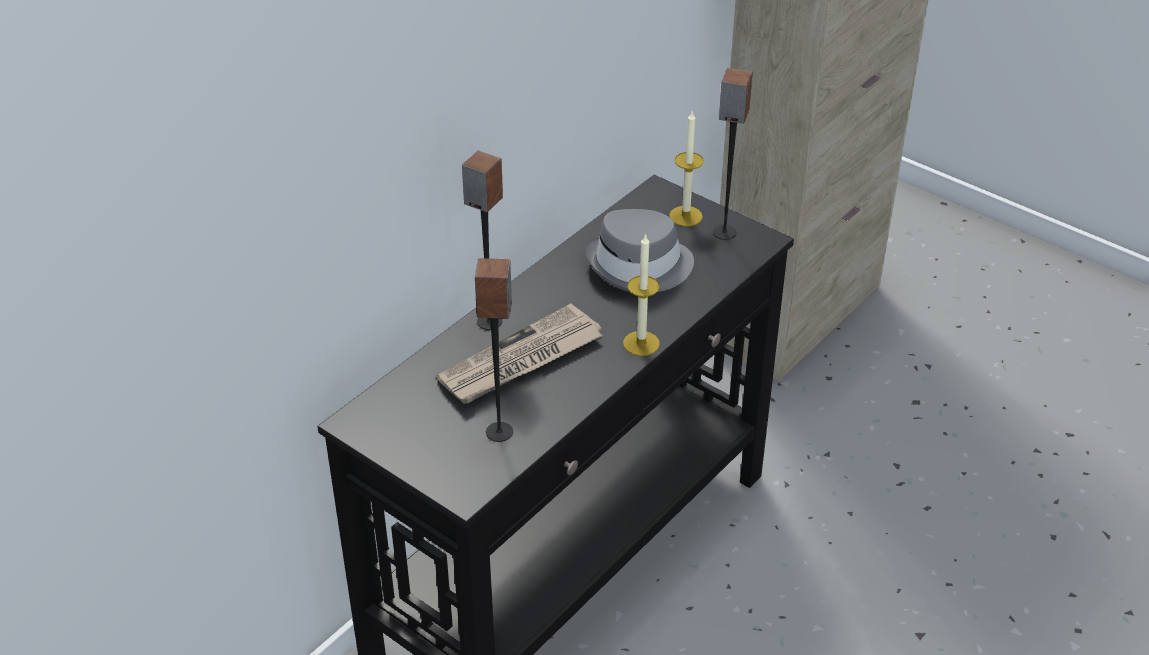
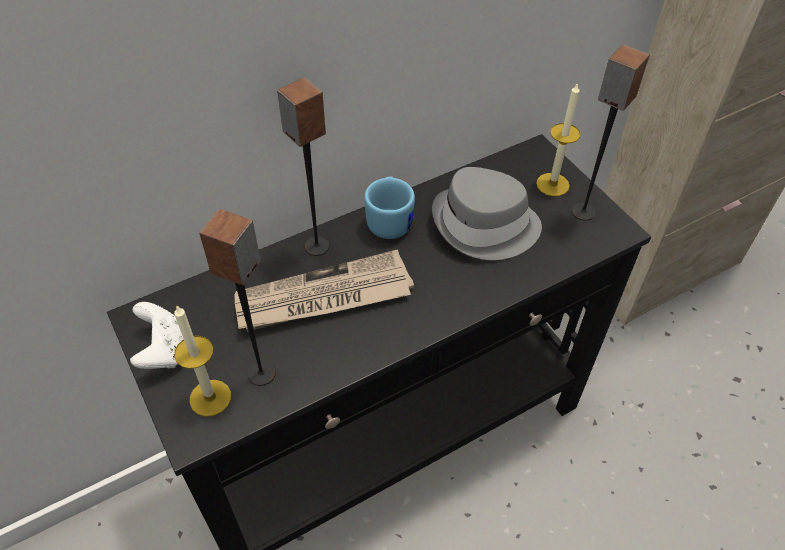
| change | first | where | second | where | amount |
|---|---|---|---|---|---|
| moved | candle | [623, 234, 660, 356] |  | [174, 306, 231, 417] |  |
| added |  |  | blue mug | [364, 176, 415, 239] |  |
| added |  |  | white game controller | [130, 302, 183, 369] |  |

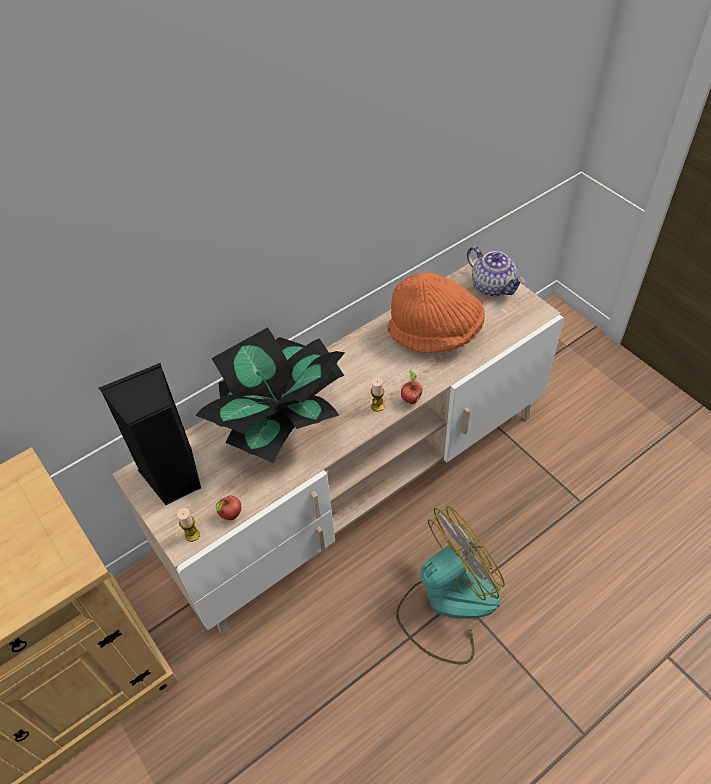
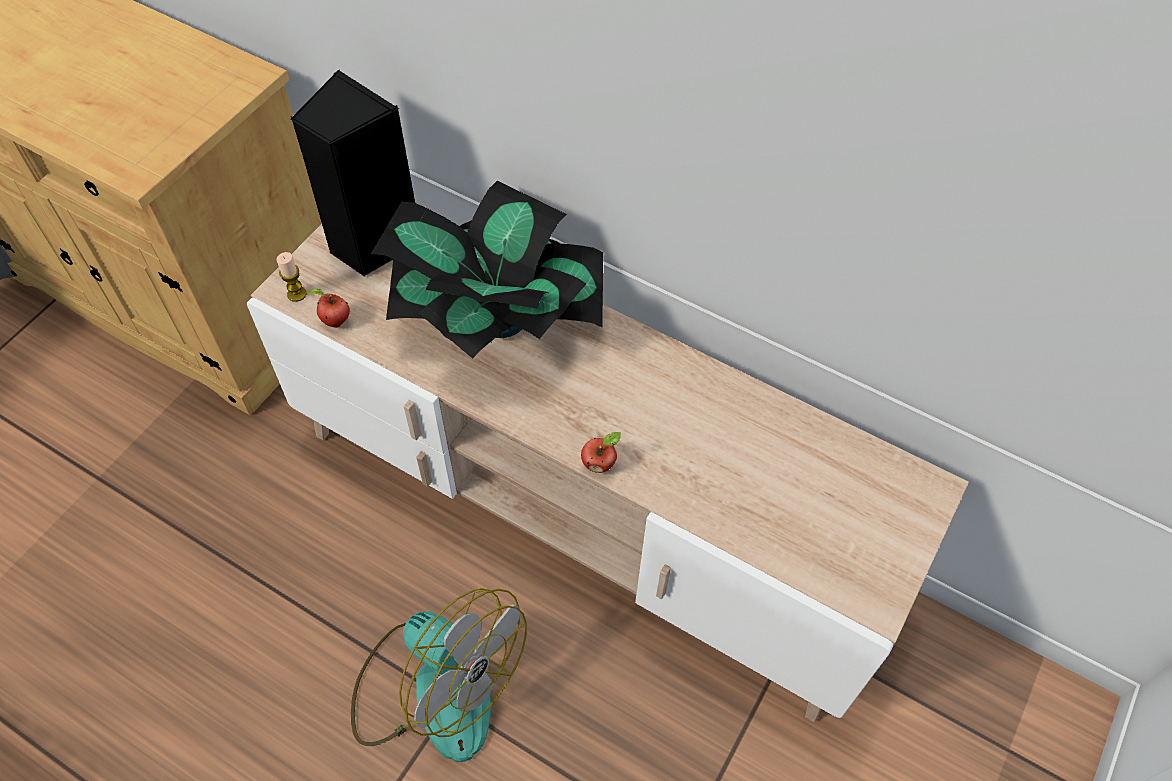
| change | first | where | second | where | amount |
|---|---|---|---|---|---|
| removed | teapot | [467, 246, 525, 297] |  |  |  |
| removed | orange hat | [388, 273, 485, 353] |  |  |  |
| removed | candle | [371, 378, 384, 412] |  |  |  |

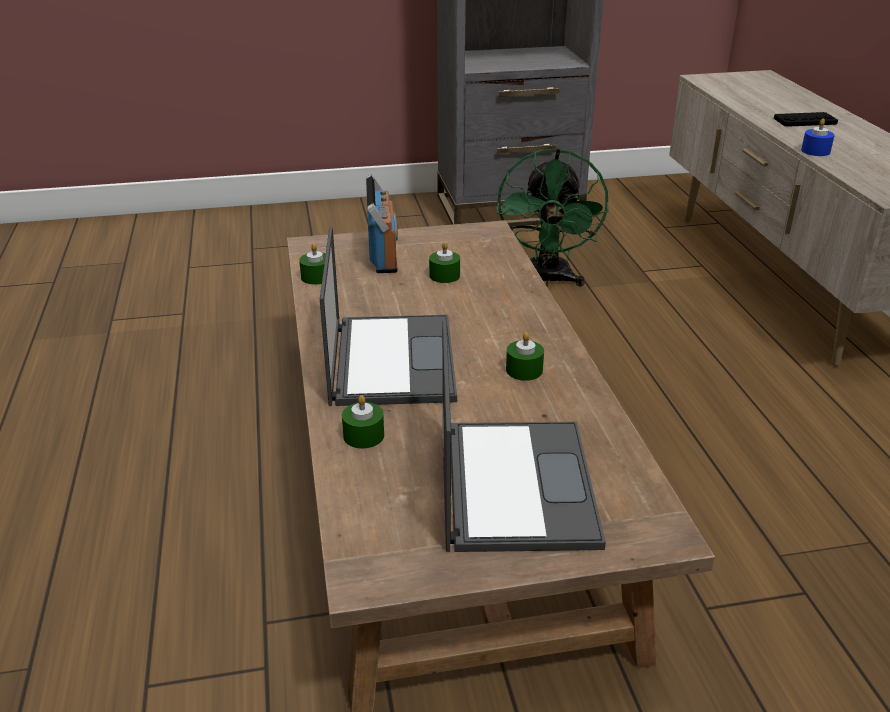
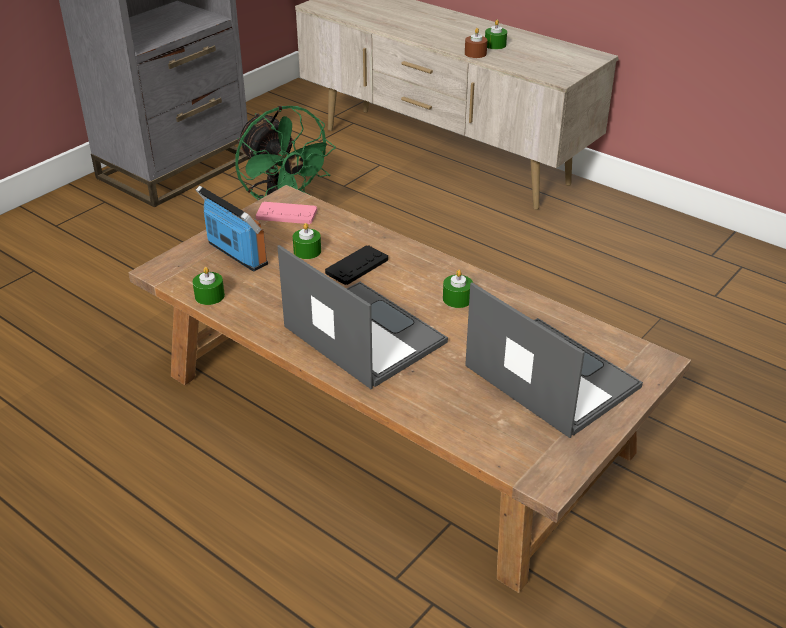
| change | first | where | second | where | amount |
|---|---|---|---|---|---|
| moved | black game controller | [774, 112, 838, 127] |  | [325, 245, 388, 285] |  |
| recoloured | blue candle | [801, 119, 835, 156] | brown candle | [465, 28, 487, 58] |  |
| moved | green candle | [342, 395, 384, 449] |  | [485, 20, 507, 49] |  |
| added |  |  | pink game controller | [256, 202, 317, 224] |  |

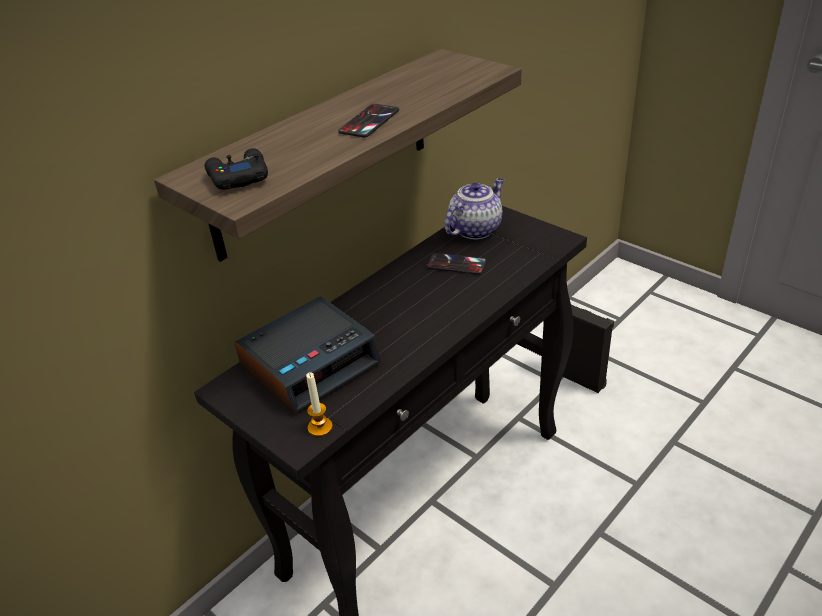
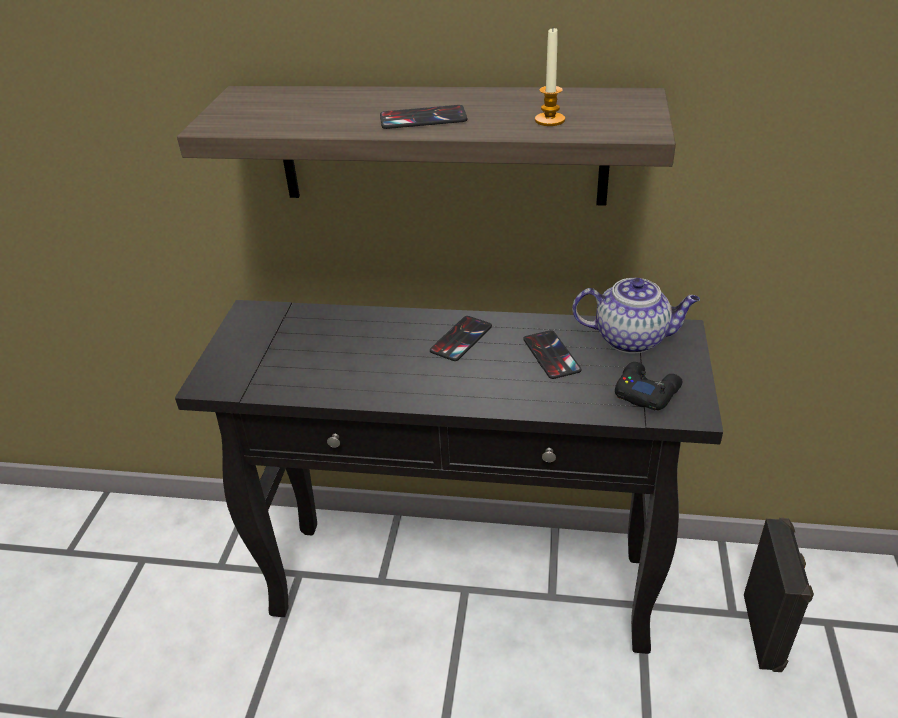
| change | first | where | second | where | amount |
|---|---|---|---|---|---|
| moved | black game controller | [205, 148, 268, 190] |  | [615, 362, 682, 410] |  |
| removed | alarm clock | [235, 296, 381, 414] |  |  |  |
| moved | candle | [306, 372, 333, 437] |  | [535, 28, 565, 126] |  |
| added |  |  | phone | [430, 316, 492, 361] |  |

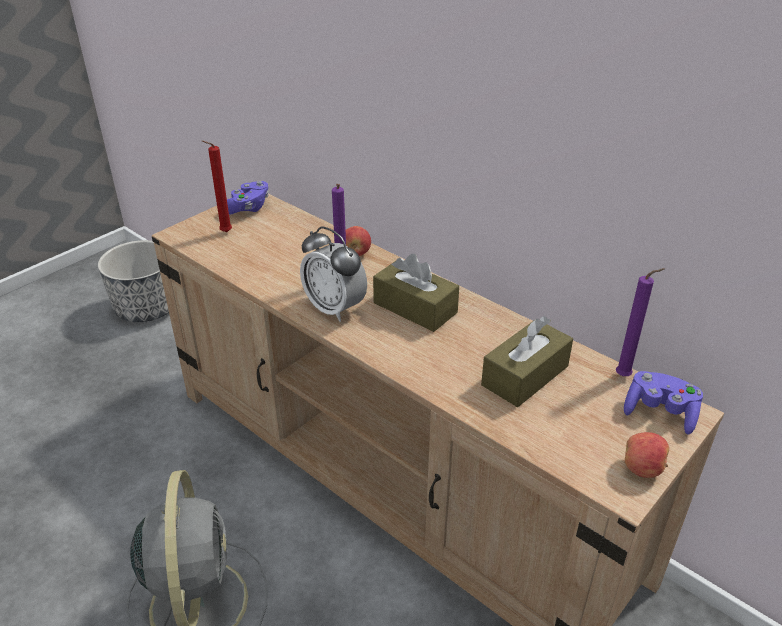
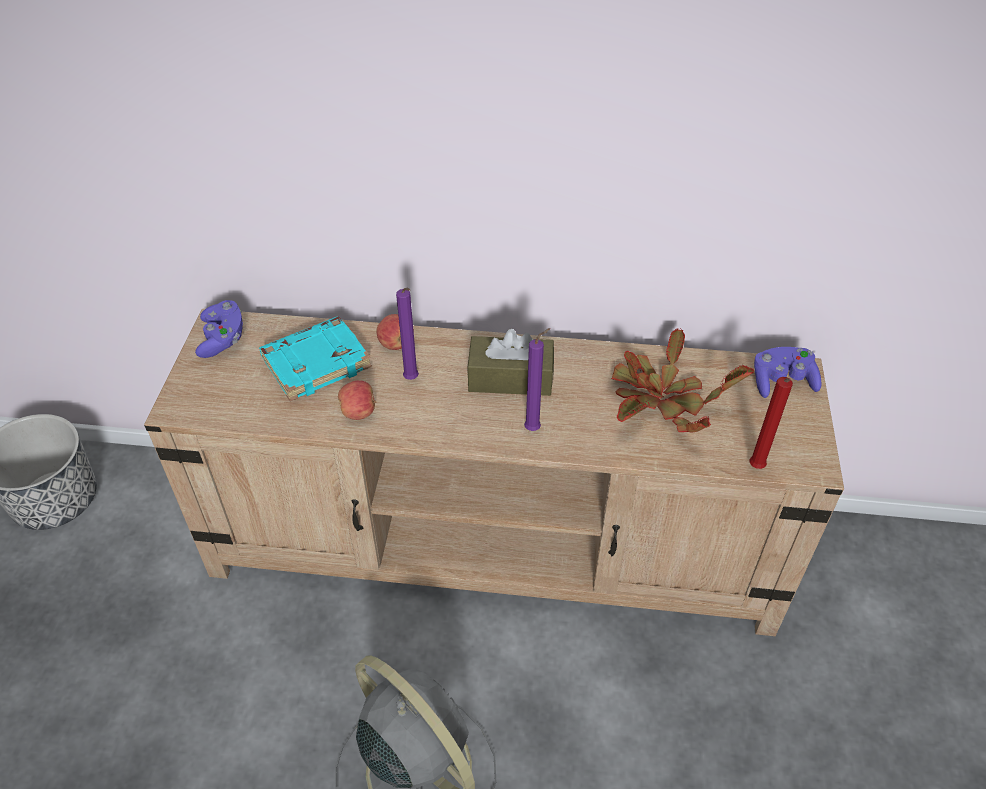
| change | first | where | second | where | amount |
|---|---|---|---|---|---|
| moved | red candle | [202, 141, 232, 232] |  | [749, 377, 793, 469] |  |
| removed | alarm clock | [300, 226, 367, 322] |  |  |  |
| moved | purple candle | [616, 268, 665, 376] |  | [524, 328, 550, 431] |  |
| replaced | brown tissue box | [481, 316, 573, 407] | potted plant | [612, 328, 754, 432] |  |
| moved | apple | [625, 432, 669, 478] |  | [338, 380, 376, 420] |  |
| added |  |  | turquoise book | [259, 316, 372, 401] |  |

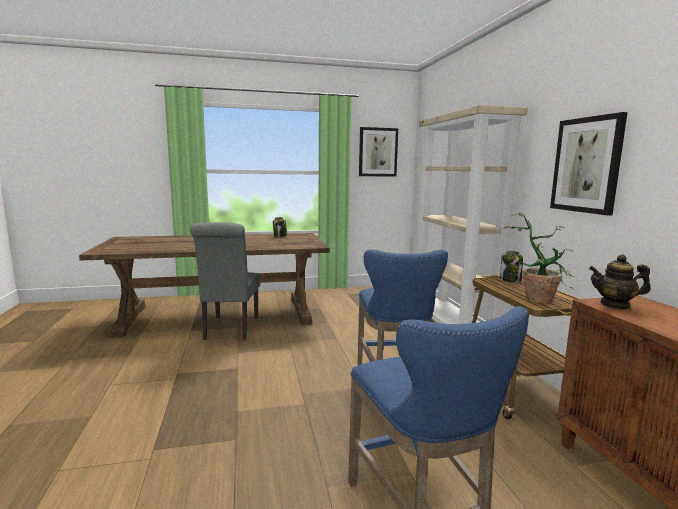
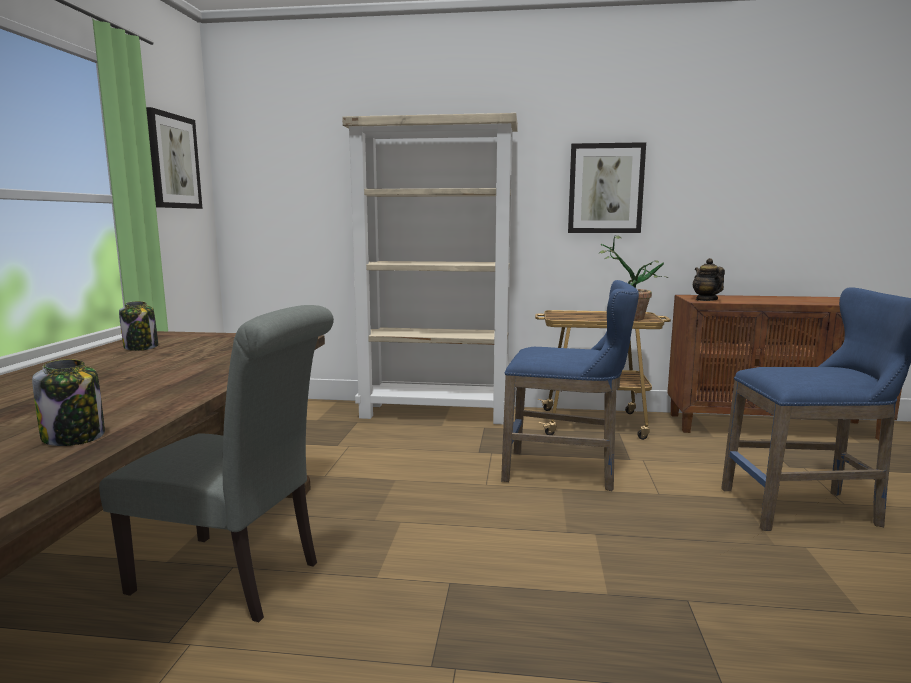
| change | first | where | second | where | amount |
|---|---|---|---|---|---|
| moved | jar | [500, 251, 523, 283] |  | [32, 359, 105, 446] |  |
| turned | teapot | [589, 254, 651, 309] |  | [693, 258, 725, 301] | 135 degrees clockwise |

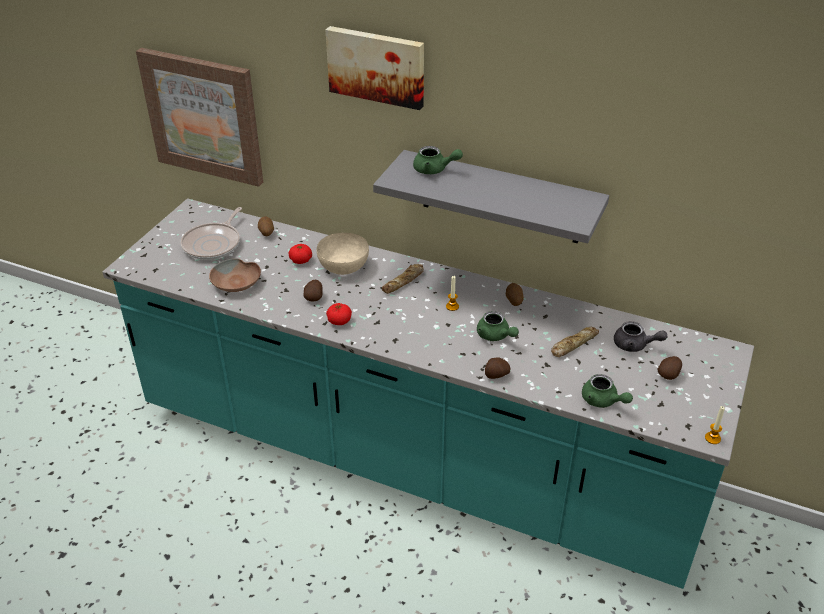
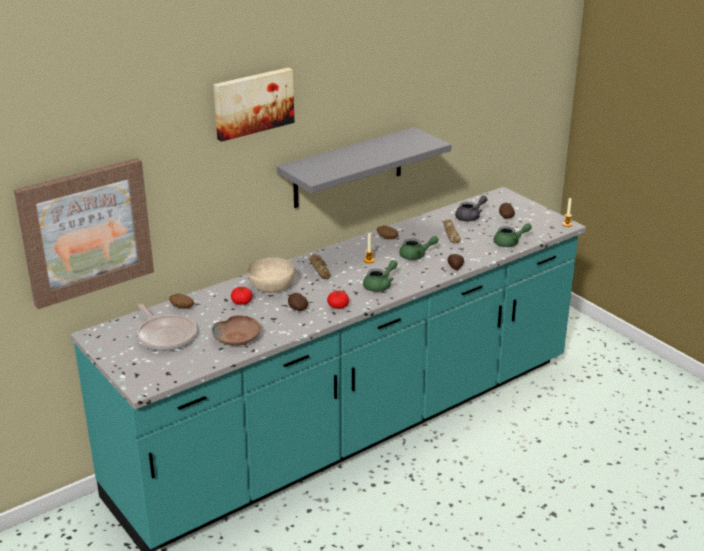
| change | first | where | second | where | amount |
|---|---|---|---|---|---|
| moved | green teapot | [413, 146, 463, 174] |  | [363, 260, 398, 292] |  |

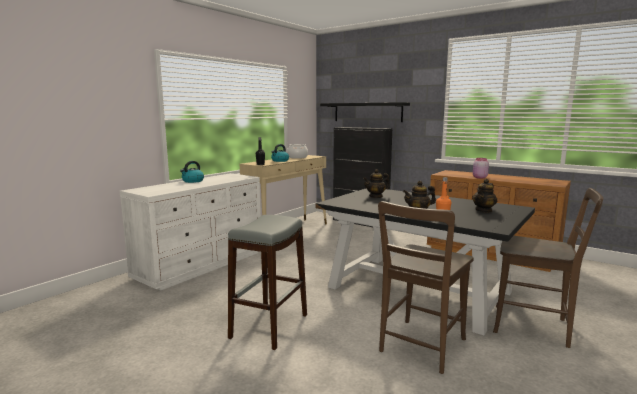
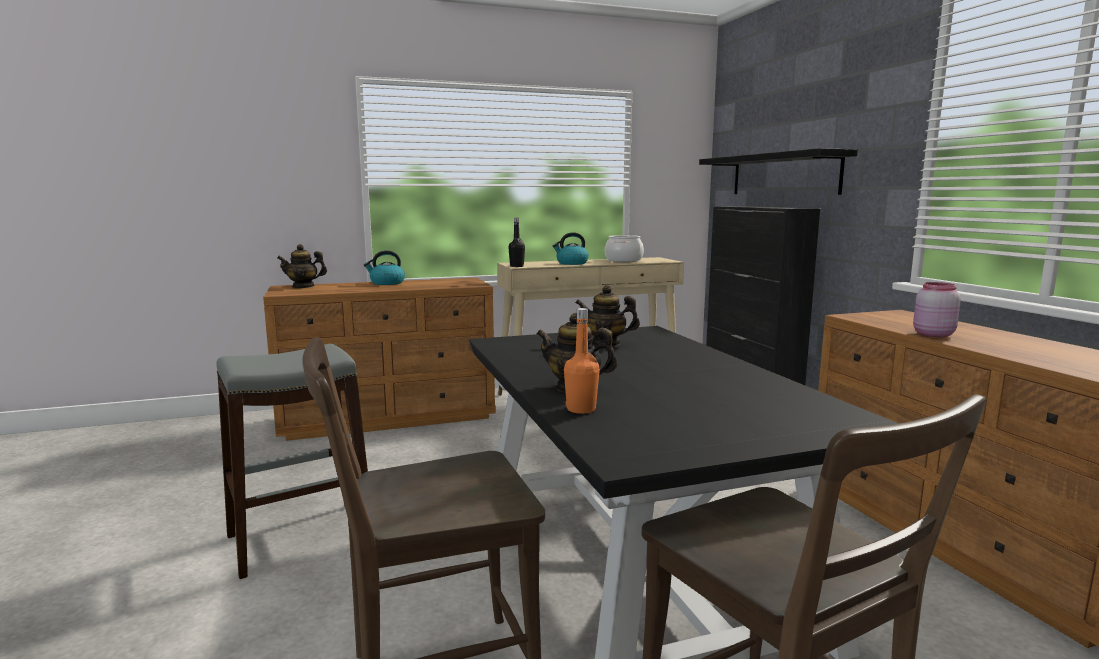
| change | first | where | second | where | amount |
|---|---|---|---|---|---|
| recoloured | white dresser | [120, 173, 261, 291] | brown dresser | [263, 278, 496, 441] |  |
| moved | teapot | [472, 179, 497, 213] |  | [277, 244, 327, 288] |  |

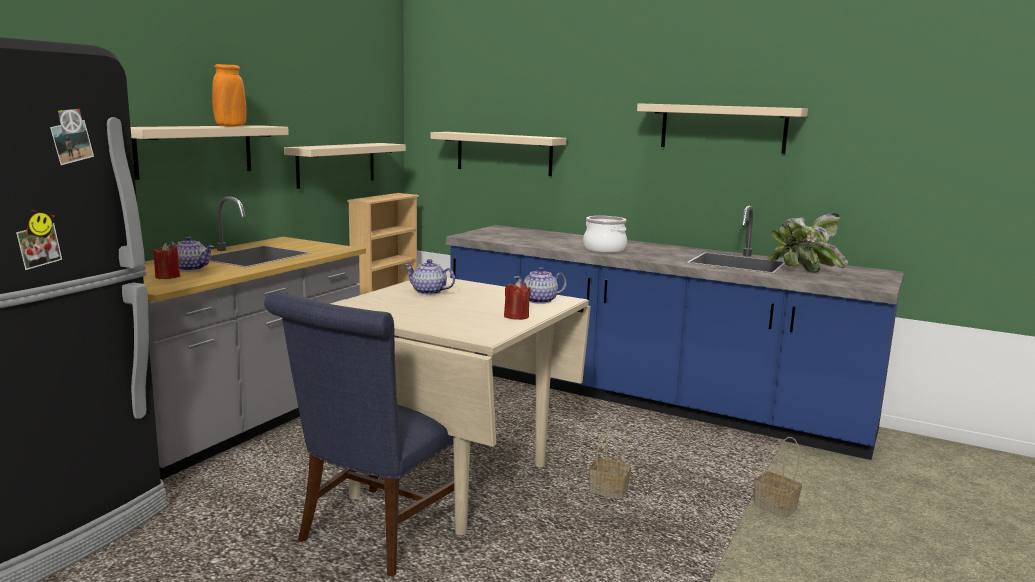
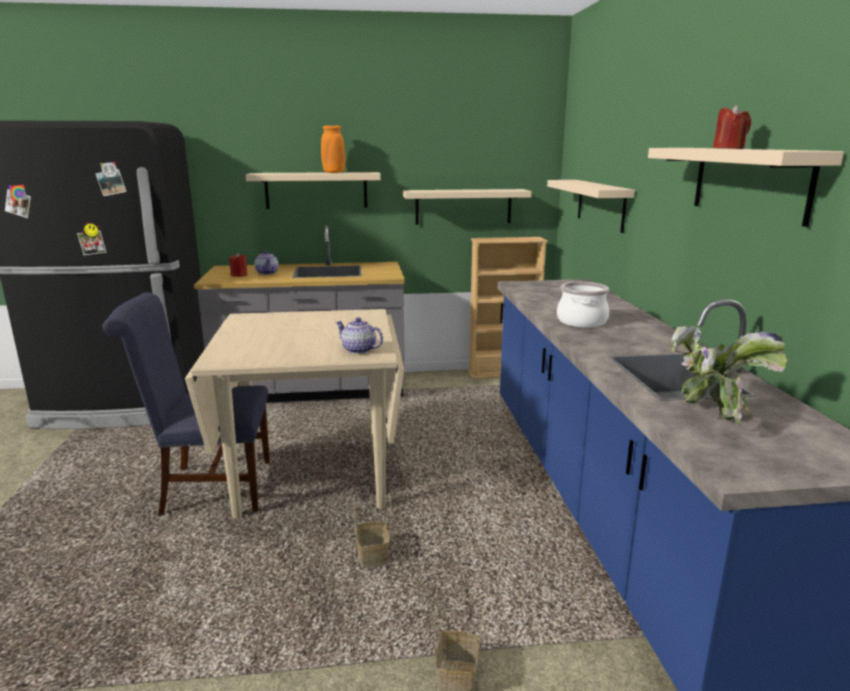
| change | first | where | second | where | amount |
|---|---|---|---|---|---|
| removed | teapot | [405, 259, 455, 295] |  |  |  |
| moved | red candle | [504, 281, 531, 320] |  | [713, 104, 751, 149] |  |

